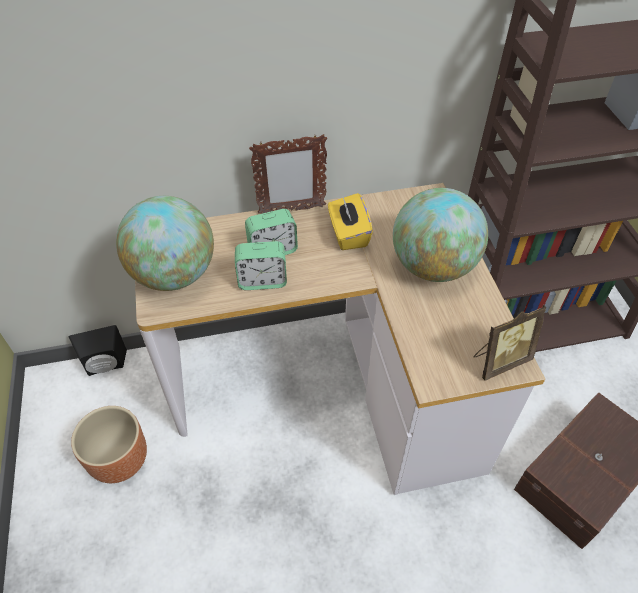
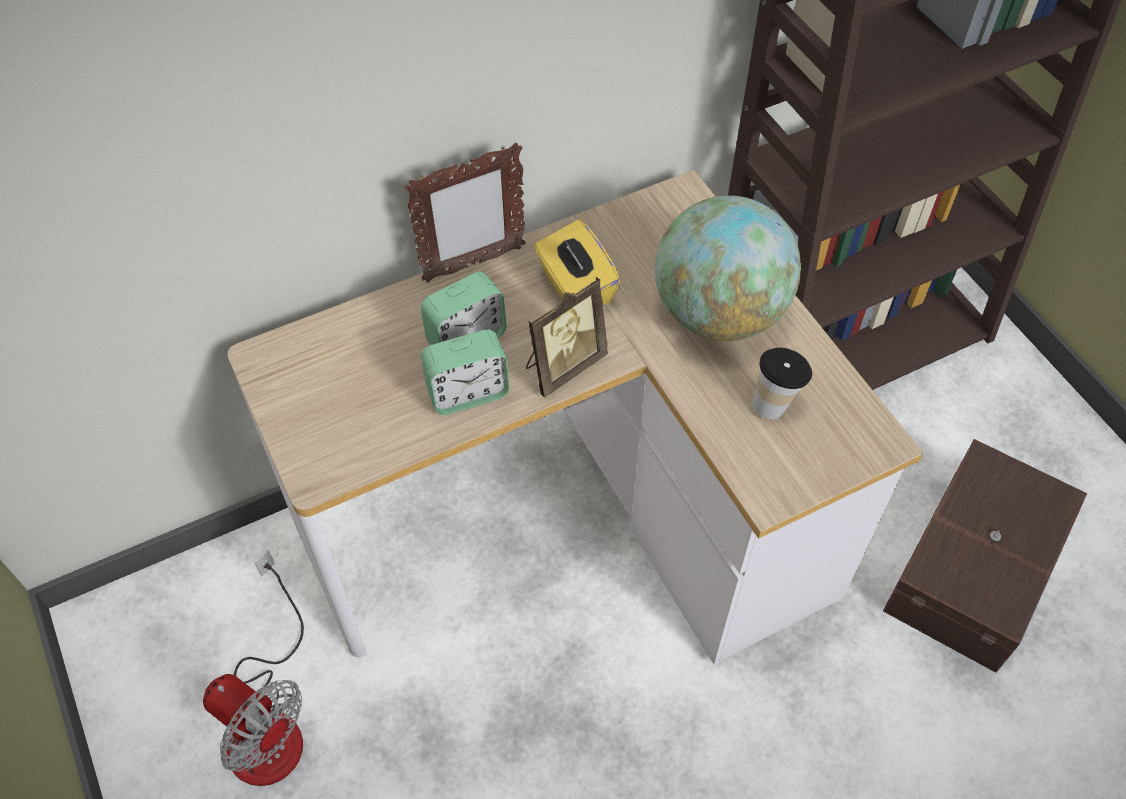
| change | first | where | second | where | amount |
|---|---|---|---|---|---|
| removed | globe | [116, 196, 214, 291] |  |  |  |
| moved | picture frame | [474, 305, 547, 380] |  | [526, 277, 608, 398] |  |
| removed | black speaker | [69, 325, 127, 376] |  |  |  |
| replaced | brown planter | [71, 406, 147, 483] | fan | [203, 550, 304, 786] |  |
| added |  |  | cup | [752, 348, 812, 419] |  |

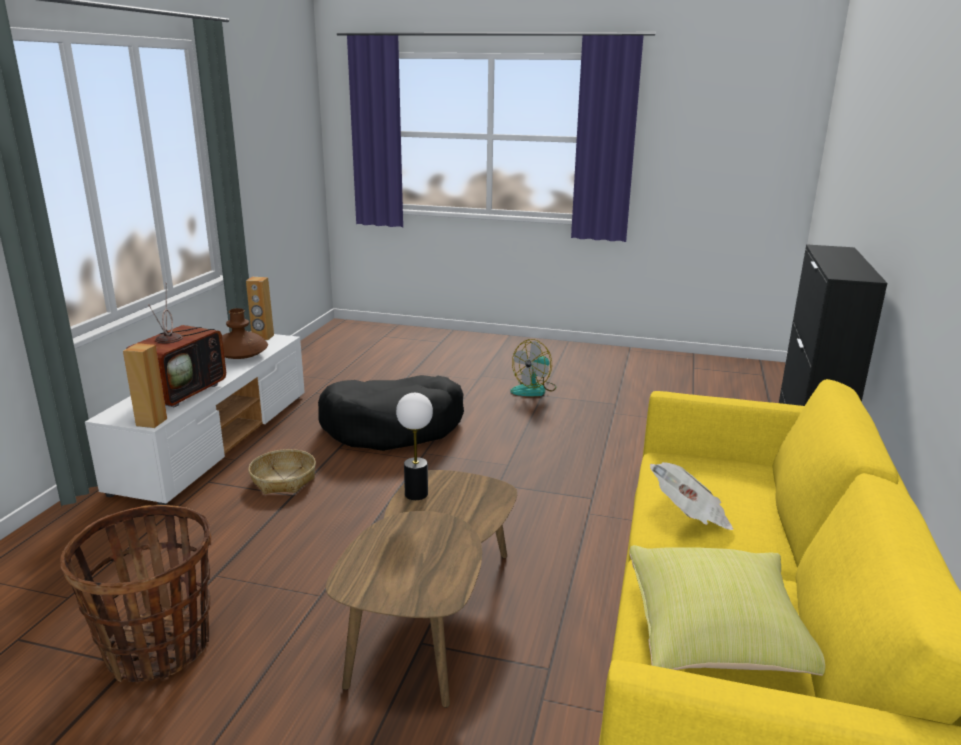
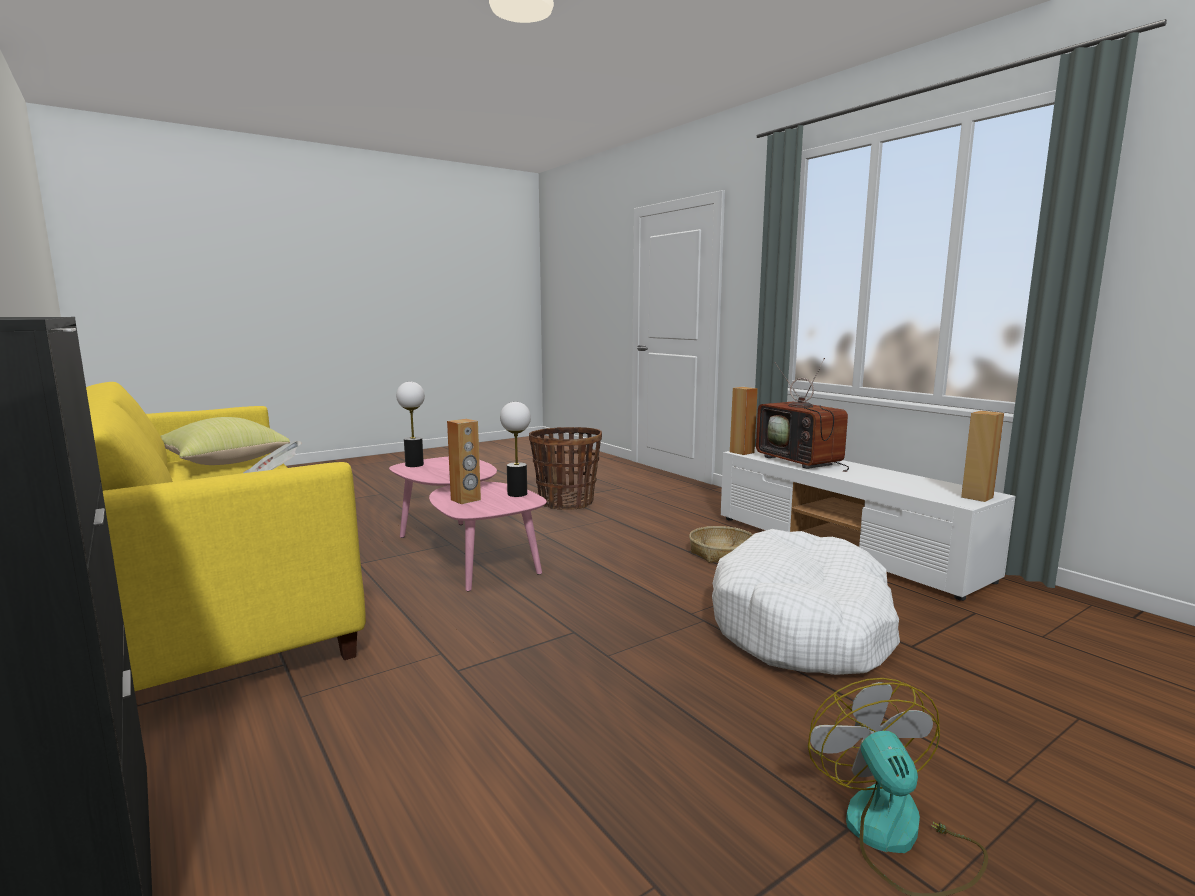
| change | first | where | second | where | amount |
|---|---|---|---|---|---|
| removed | brown vase | [222, 308, 268, 359] |  |  |  |
| recoloured | black dog bed | [318, 375, 464, 451] | white dog bed | [712, 529, 900, 675] |  |
| recoloured | brown coffee table | [326, 470, 517, 708] | pink coffee table | [389, 457, 547, 591] |  |
| added |  |  | table lamp | [396, 382, 425, 467] |  |
| added |  |  | brown speaker | [447, 419, 481, 504] |  |

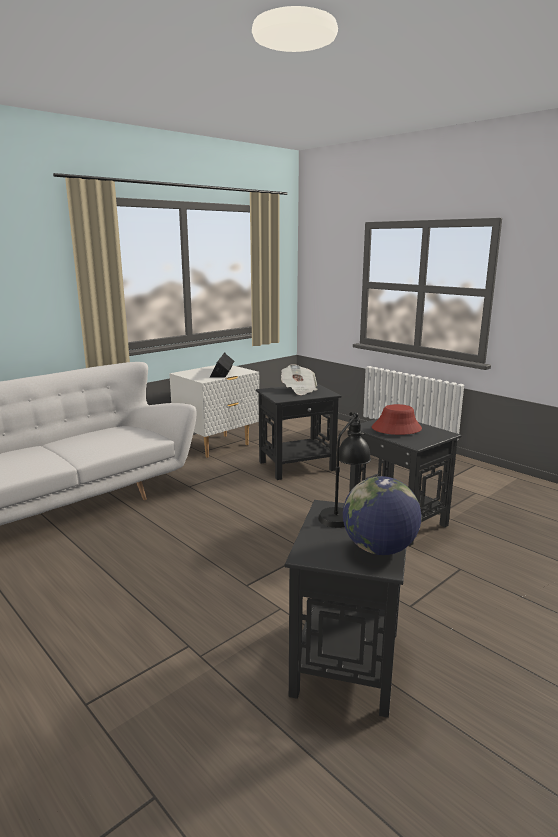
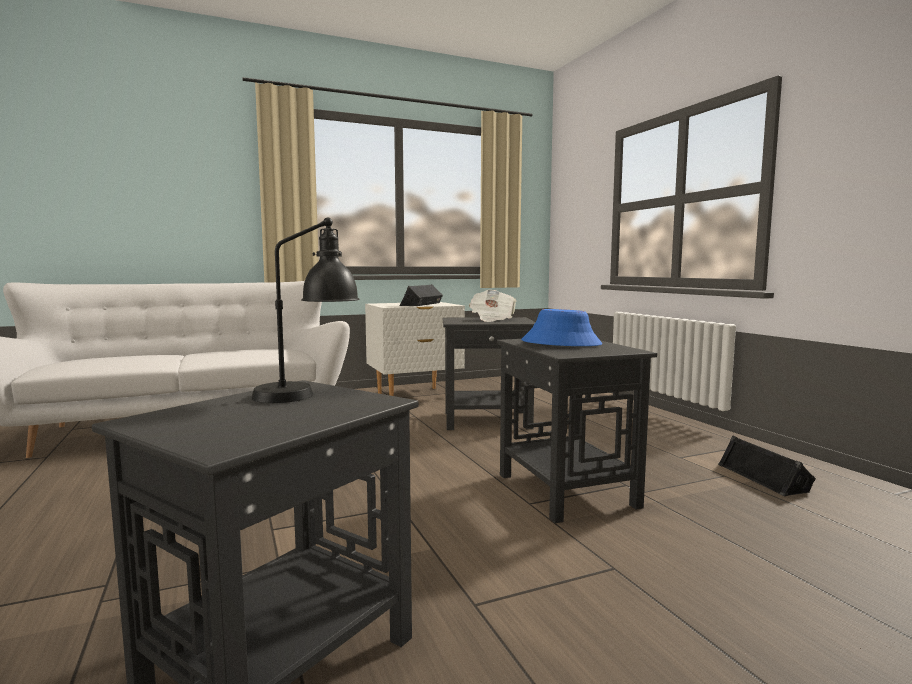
| change | first | where | second | where | amount |
|---|---|---|---|---|---|
| recoloured | red hat | [372, 404, 422, 435] | blue hat | [521, 309, 603, 346] |  |
| removed | globe | [343, 476, 421, 555] |  |  |  |
| added |  |  | black speaker | [718, 435, 816, 496] |  |

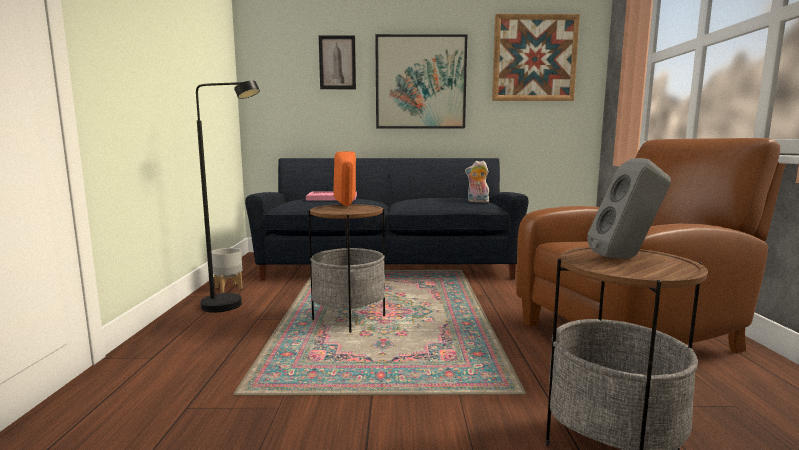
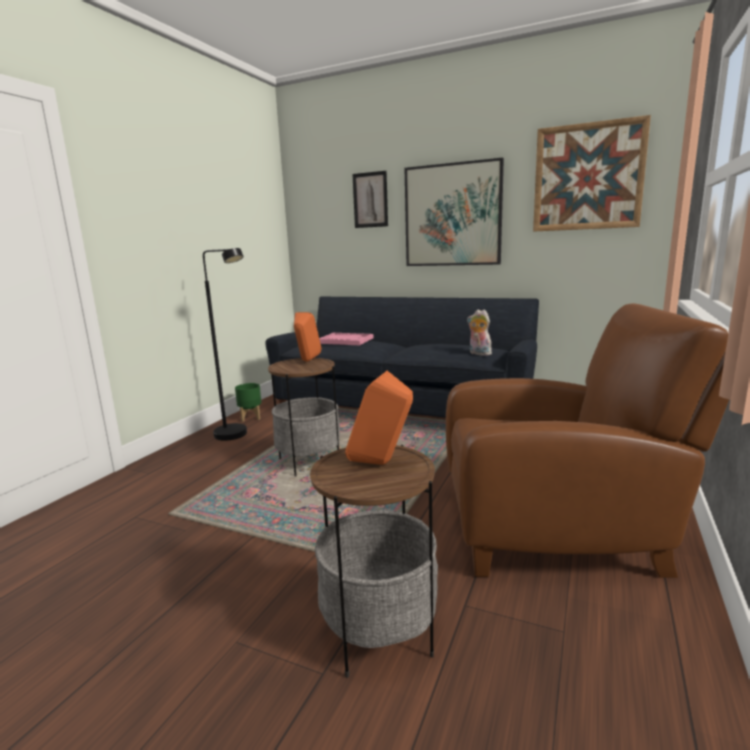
| change | first | where | second | where | amount |
|---|---|---|---|---|---|
| recoloured | grey speaker | [587, 158, 671, 259] | orange speaker | [345, 371, 413, 465] |  |
| recoloured | grey planter | [212, 248, 243, 293] | green planter | [235, 383, 262, 422] |  |

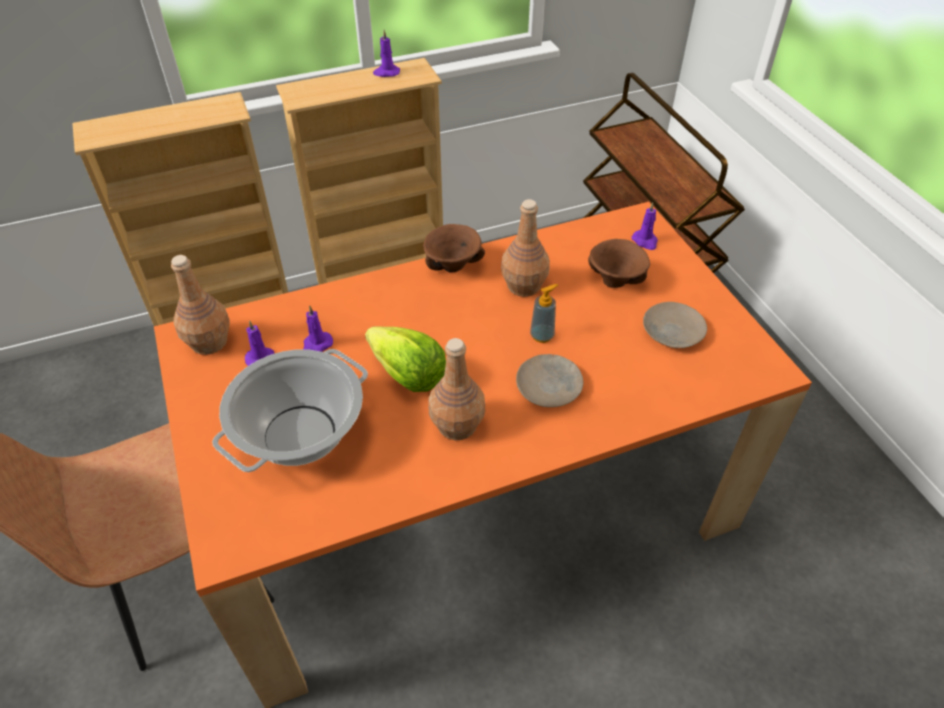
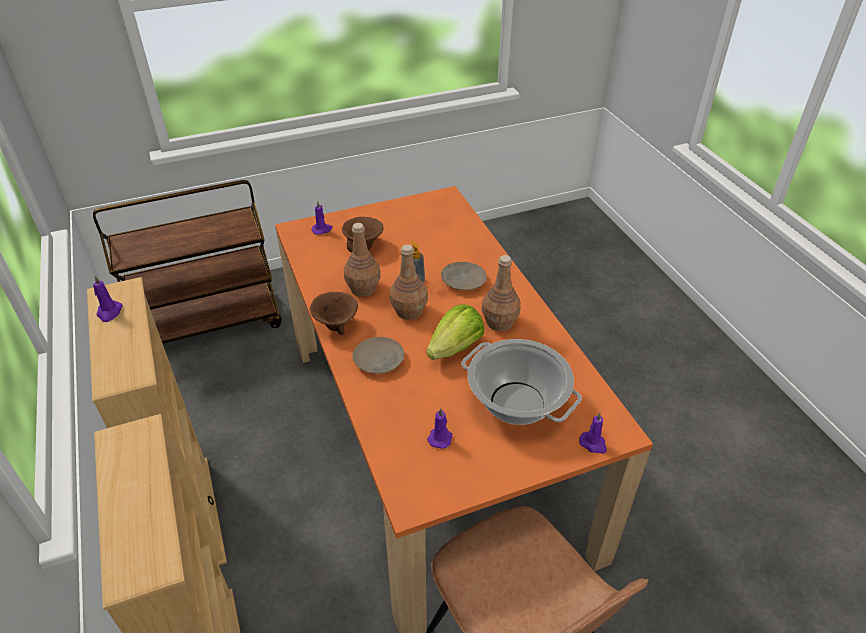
| change | first | where | second | where | amount |
|---|---|---|---|---|---|
| moved | brown bottle | [171, 255, 230, 355] |  | [390, 244, 428, 320] |  |
| moved | beige plate | [643, 302, 707, 348] |  | [352, 337, 405, 374] |  |
| moved | purple candle | [303, 306, 333, 352] |  | [579, 413, 607, 453] |  |

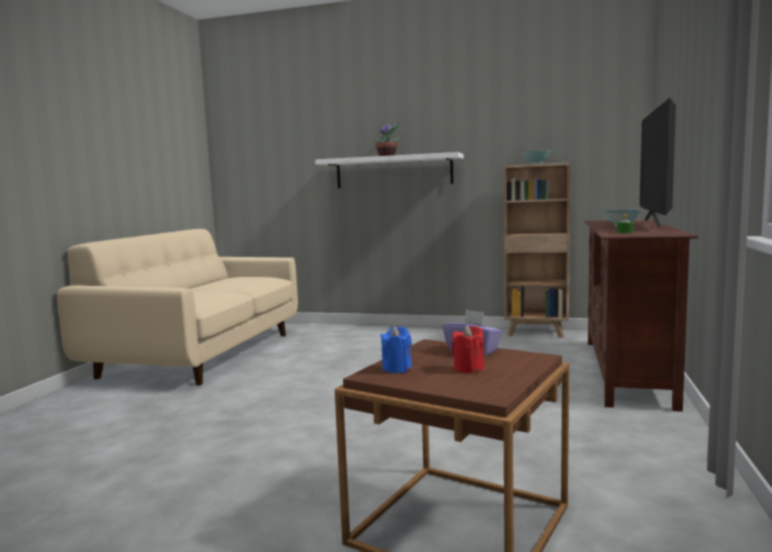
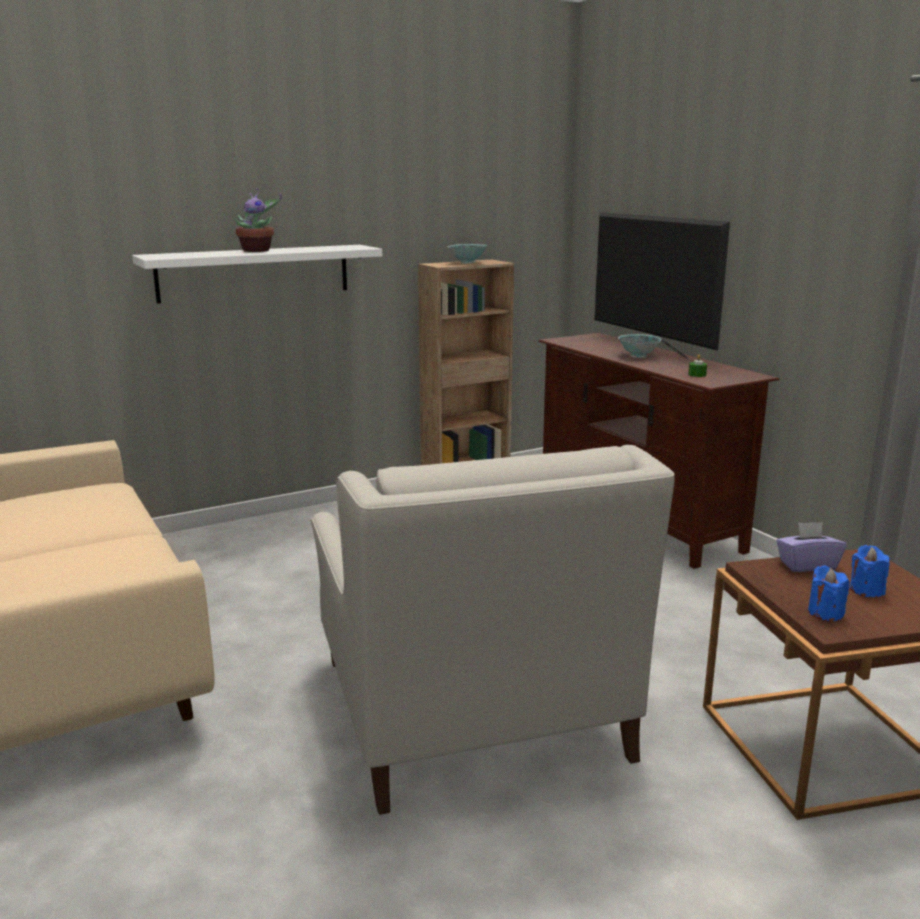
| change | first | where | second | where | amount |
|---|---|---|---|---|---|
| recoloured | red candle | [451, 325, 484, 373] | blue candle | [850, 545, 889, 597] |  |
| added |  |  | white armchair | [311, 445, 675, 815] |  |

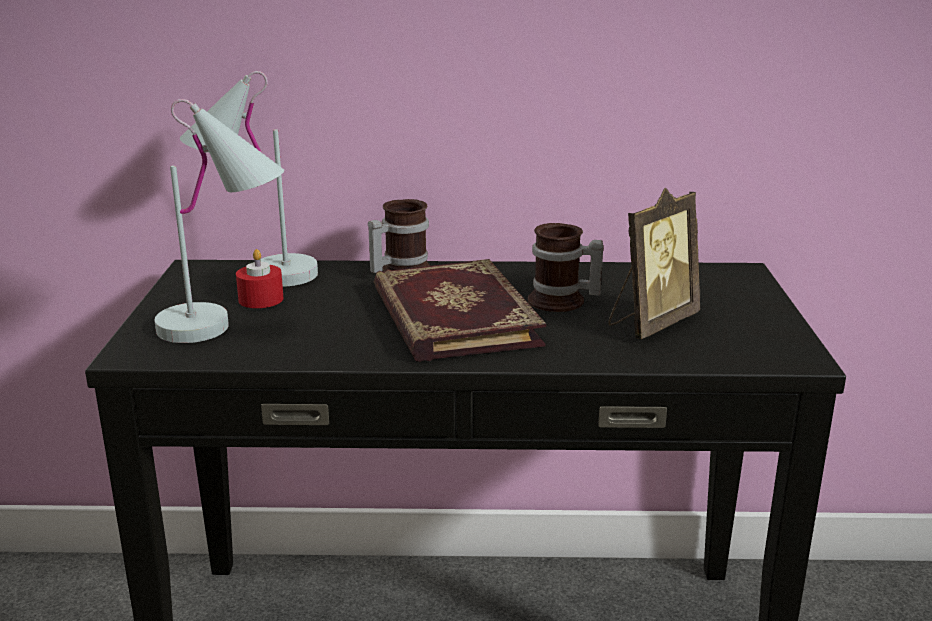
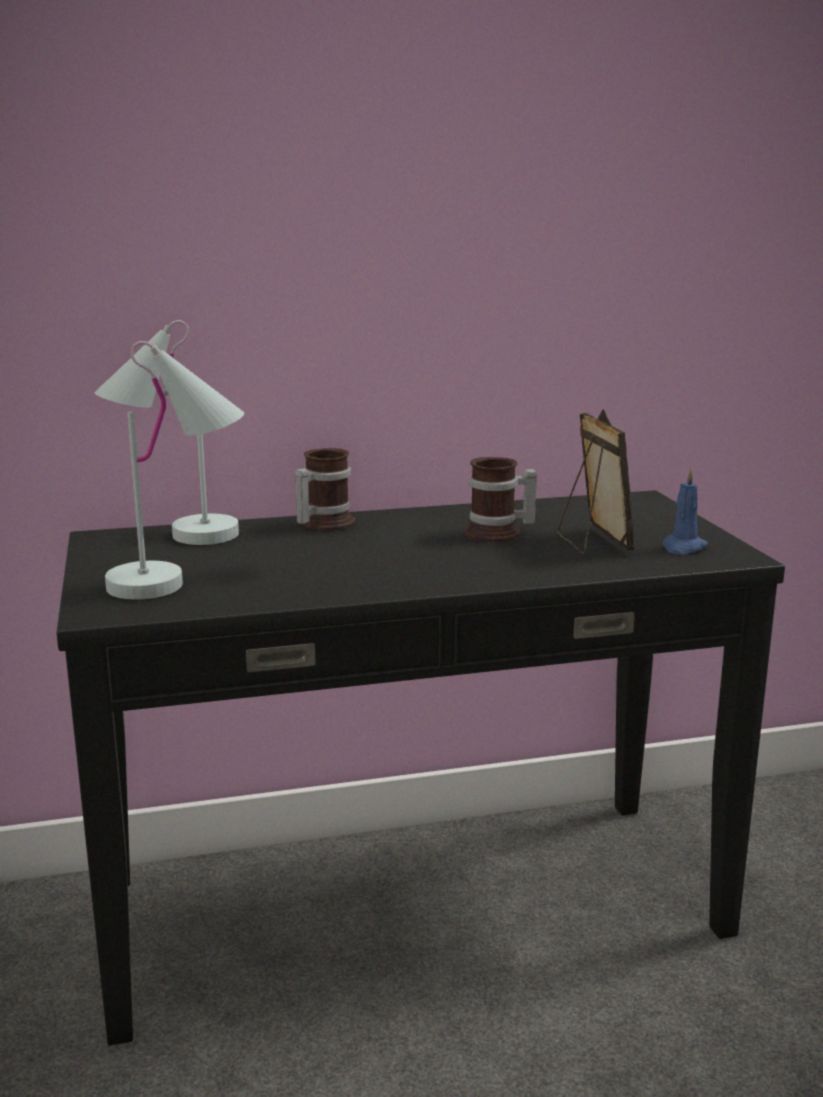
| change | first | where | second | where | amount |
|---|---|---|---|---|---|
| turned | picture frame | [608, 188, 700, 339] |  | [557, 409, 635, 554] | 45 degrees counterclockwise |
| removed | red candle | [236, 249, 283, 308] |  |  |  |
| removed | book | [374, 259, 546, 362] |  |  |  |
| added |  |  | blue candle | [662, 468, 708, 554] |  |

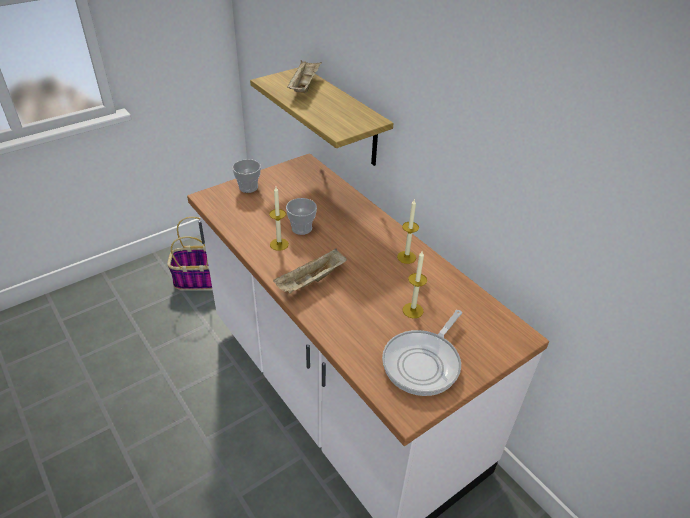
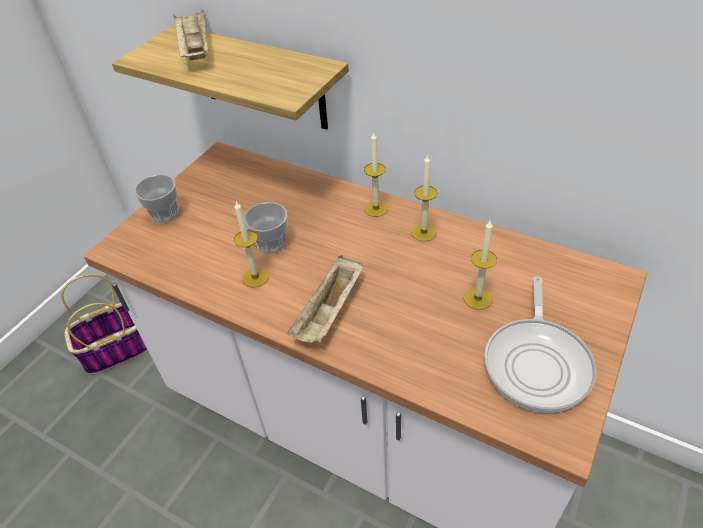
| change | first | where | second | where | amount |
|---|---|---|---|---|---|
| added |  |  | candle | [364, 132, 388, 217] |  |

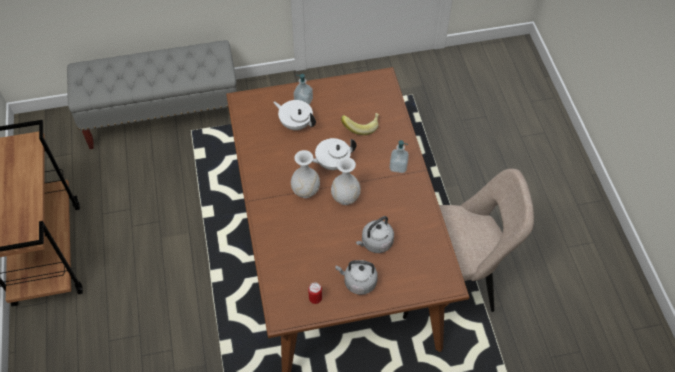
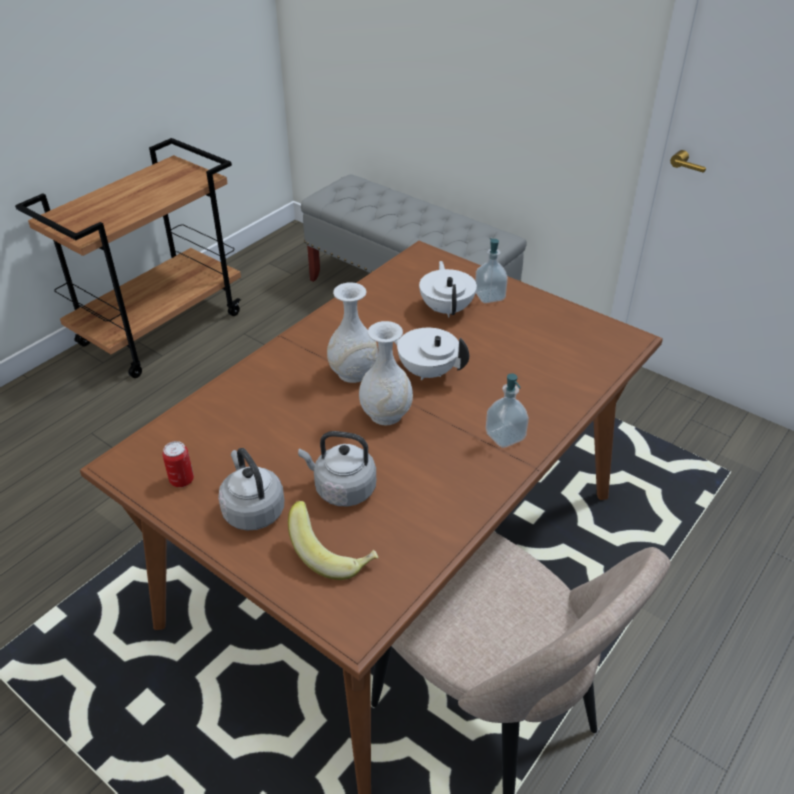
| change | first | where | second | where | amount |
|---|---|---|---|---|---|
| moved | banana | [341, 113, 379, 135] |  | [288, 501, 379, 580] |  |

